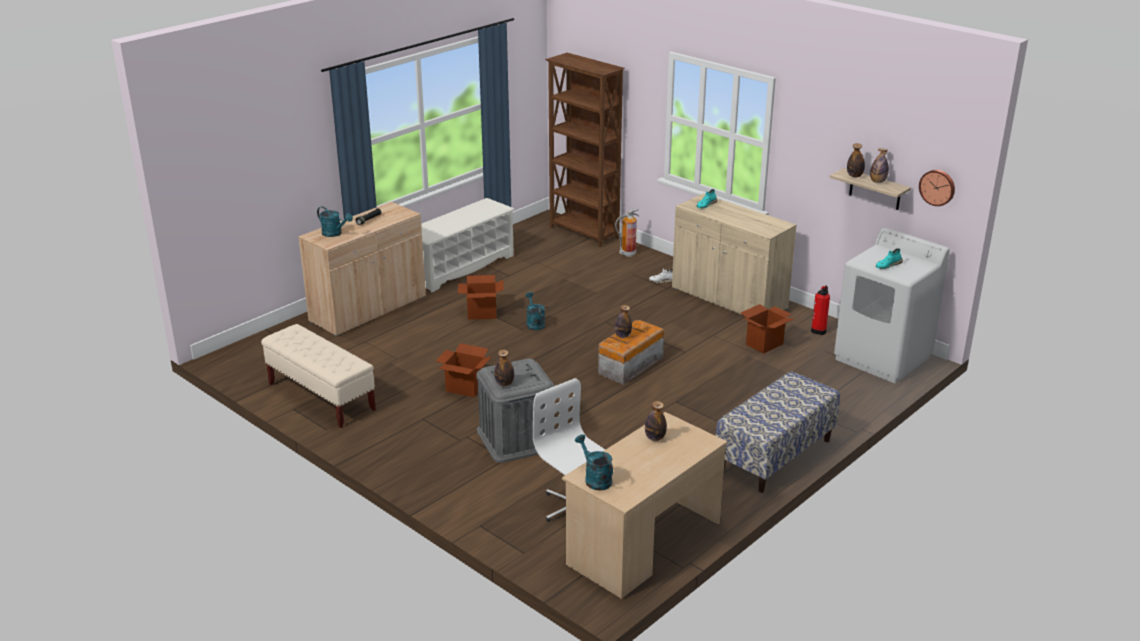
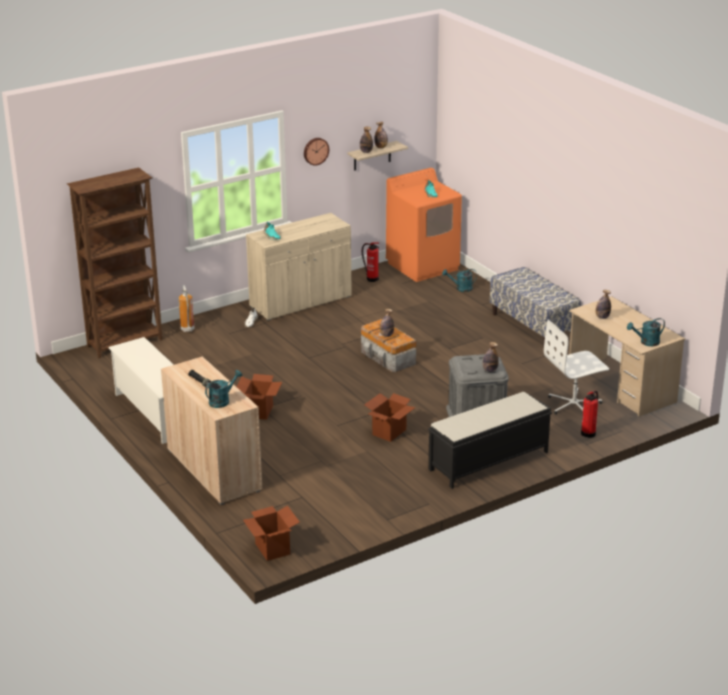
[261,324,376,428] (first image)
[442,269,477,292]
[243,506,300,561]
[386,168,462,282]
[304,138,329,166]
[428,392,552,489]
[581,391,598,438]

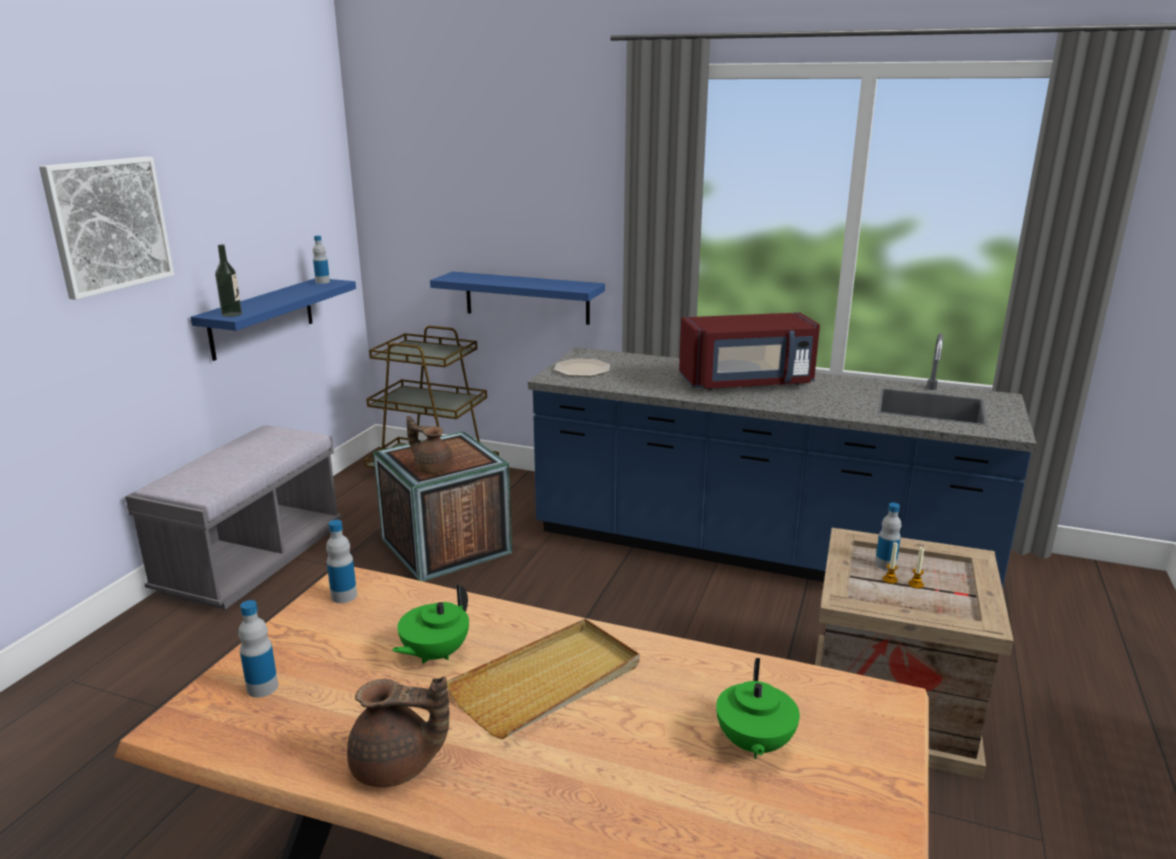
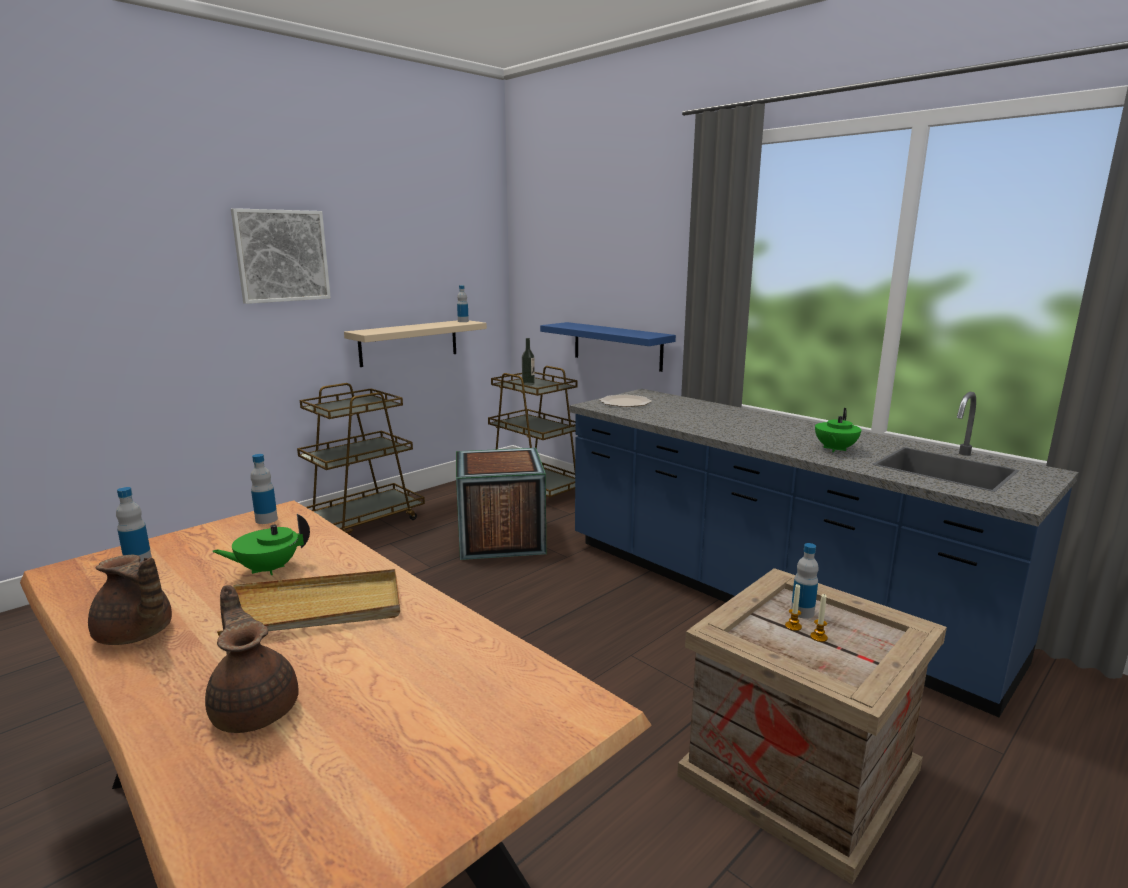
[297,383,425,536]
[344,320,487,367]
[522,338,535,385]
[205,585,299,733]
[679,312,820,390] (first image)
[815,408,861,452]

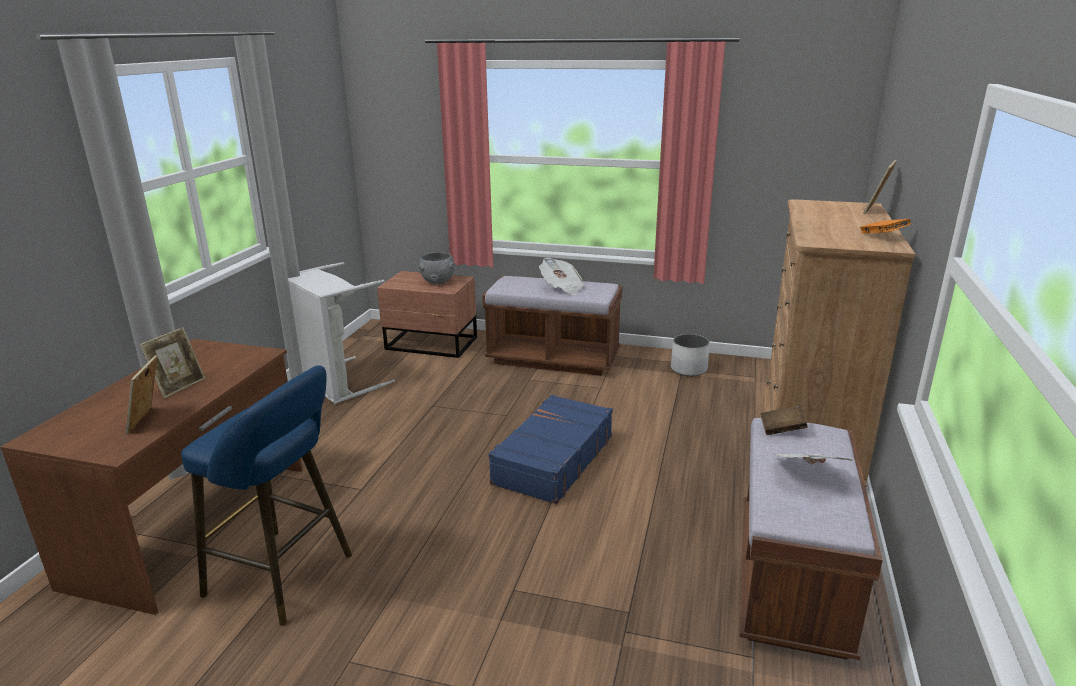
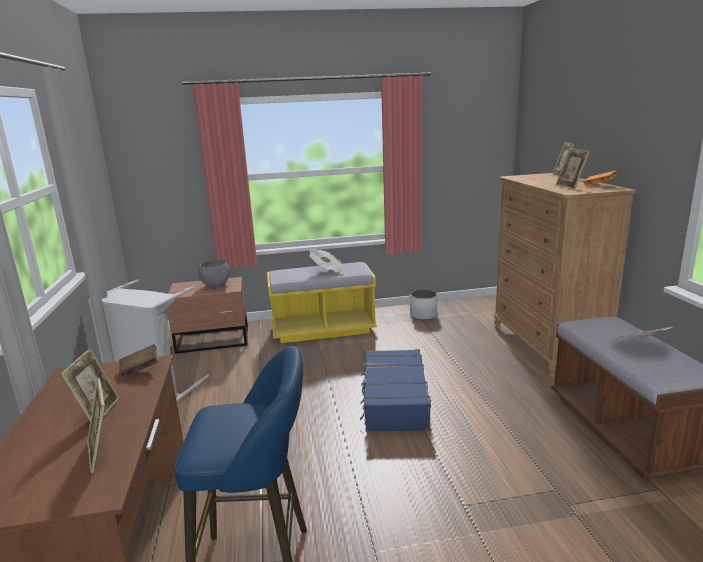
[267,262,377,343]
[119,344,158,378]
[555,148,590,190]

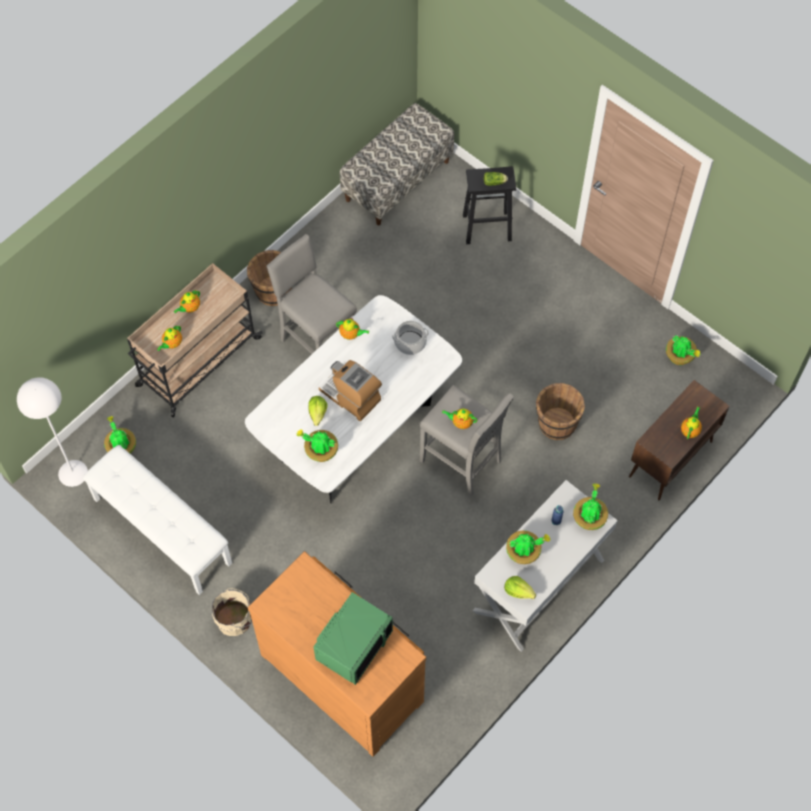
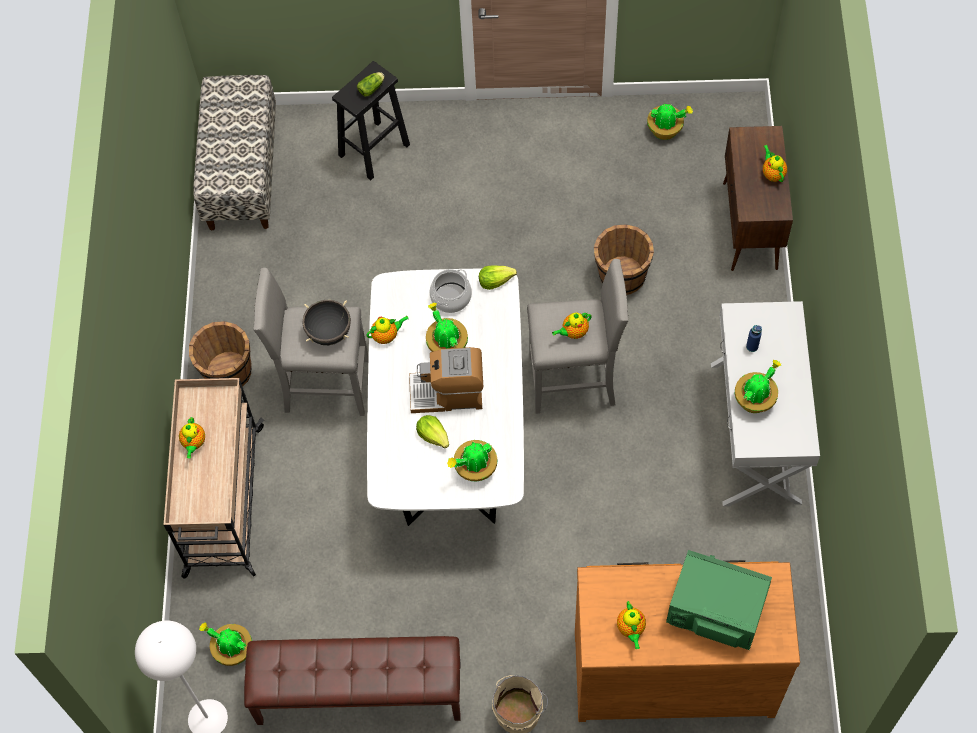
[244,636,461,725]
[617,601,646,649]
[666,550,772,650]
[479,265,517,290]
[426,303,468,352]
[302,300,351,345]

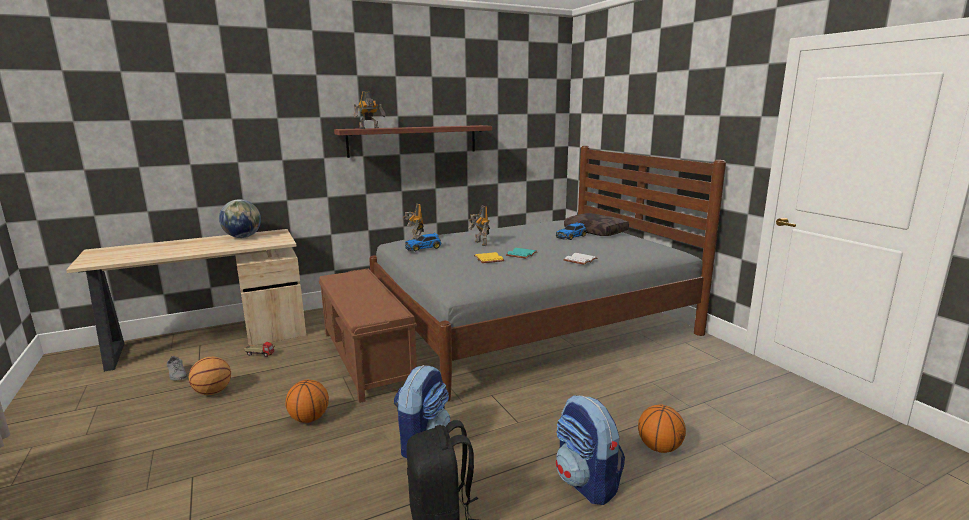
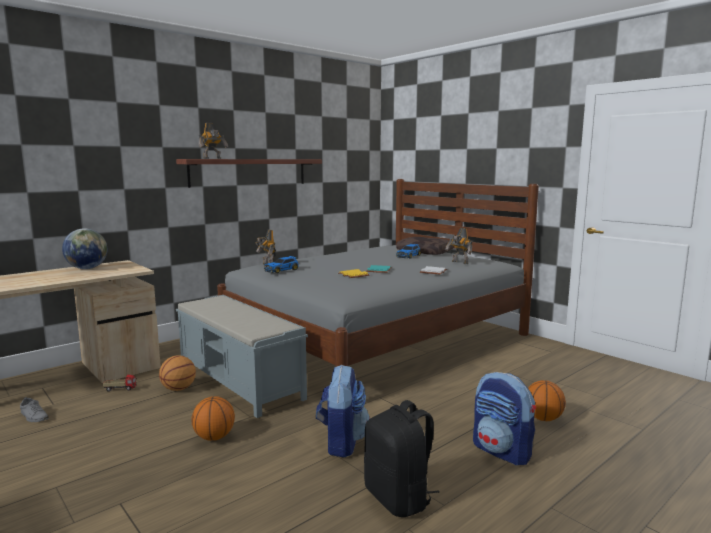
[159,355,196,391]
[176,295,308,418]
[445,228,472,264]

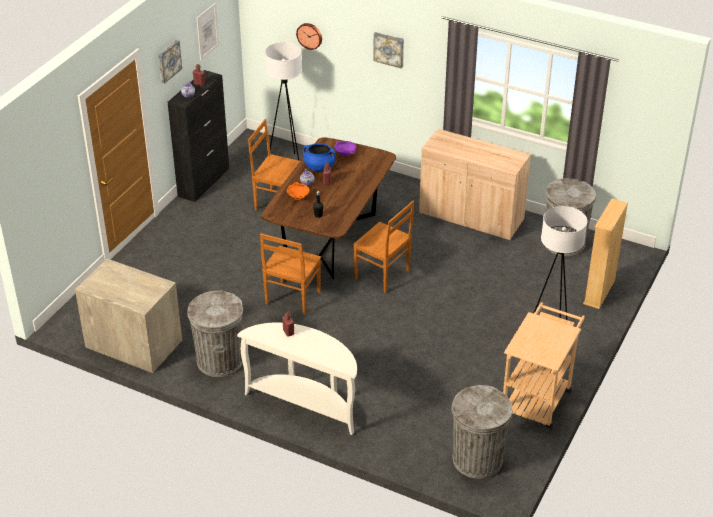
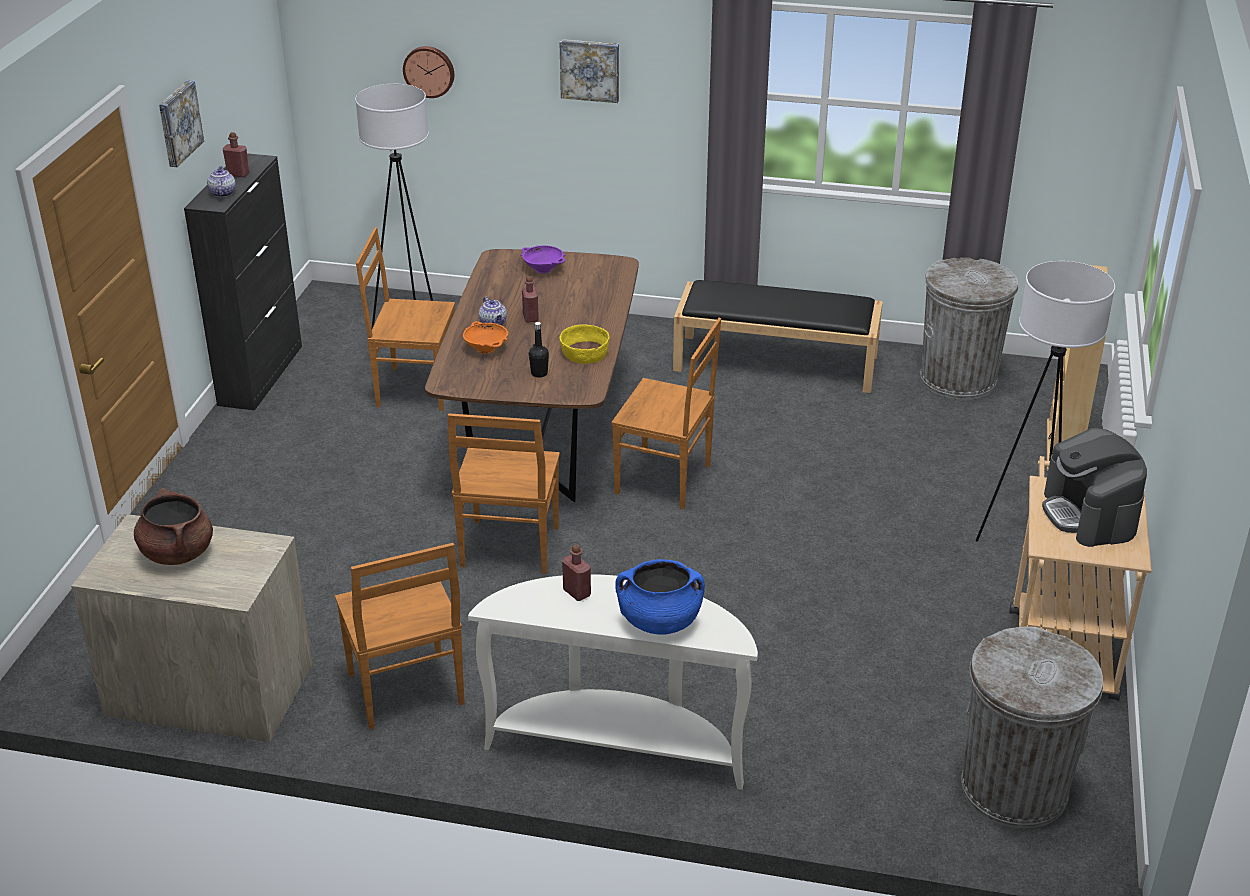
[335,543,465,729]
[196,3,219,60] (first image)
[615,559,705,635]
[673,280,883,393]
[134,488,213,565]
[559,324,610,364]
[1042,428,1147,547]

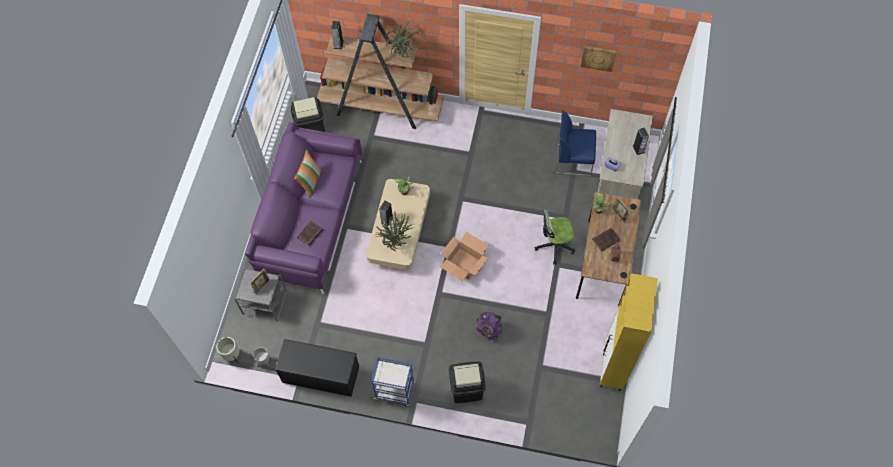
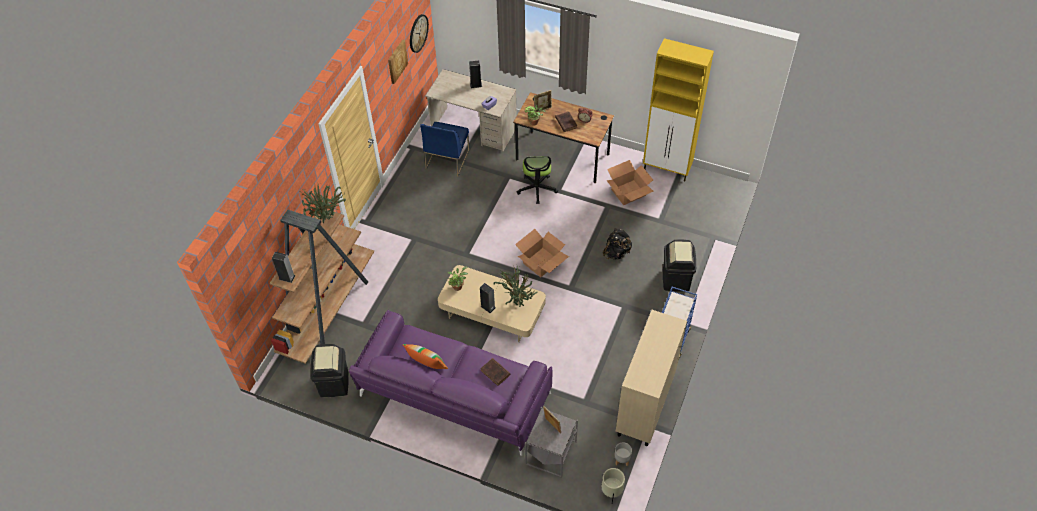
[616,310,687,446]
[603,228,632,260]
[410,14,429,53]
[606,160,654,205]

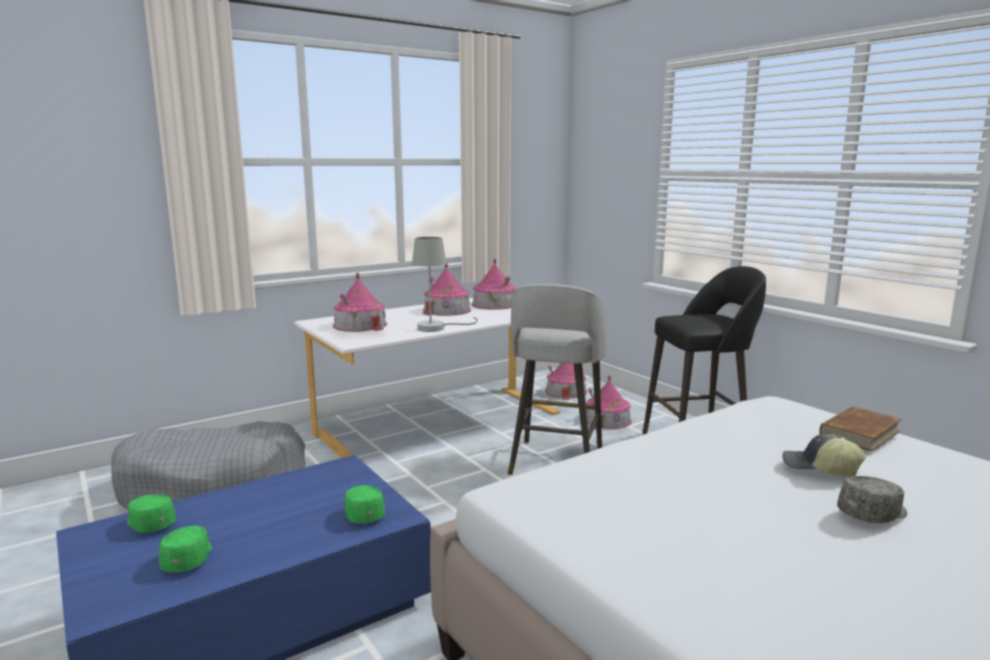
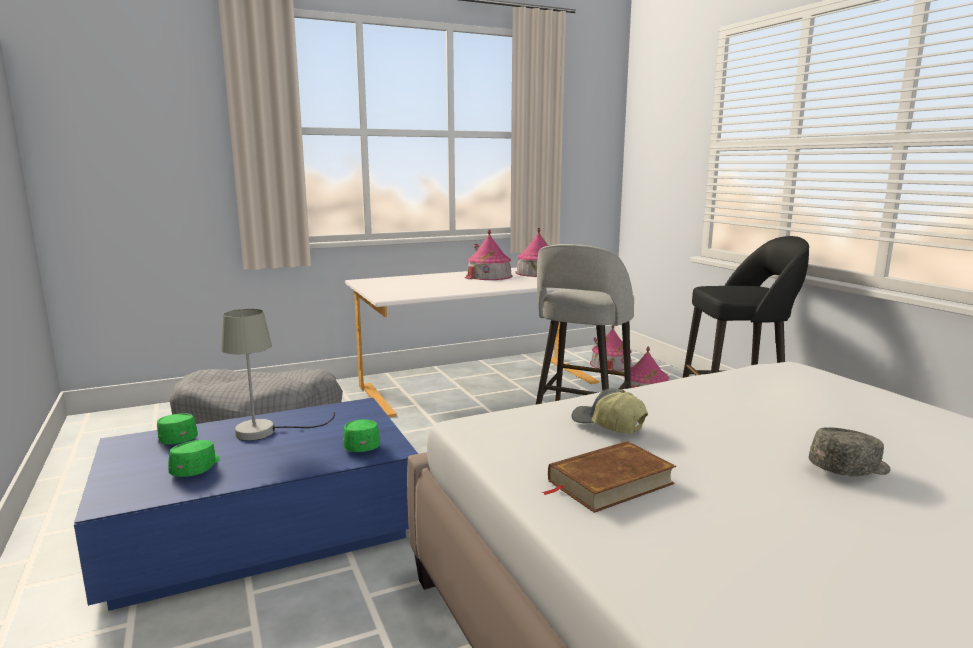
[333,273,387,332] (first image)
[221,309,335,441]
[572,389,648,434]
[542,441,676,513]

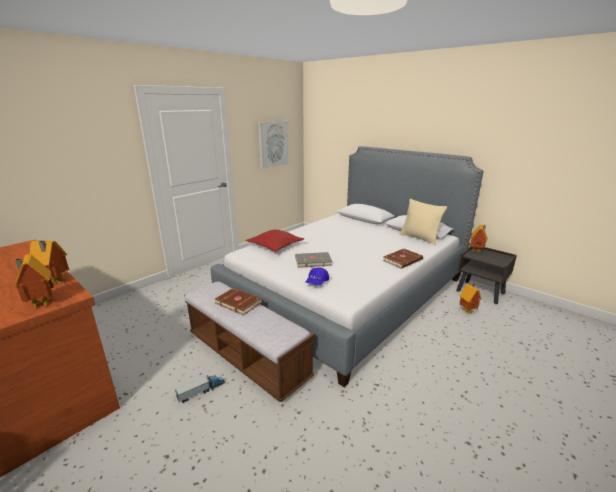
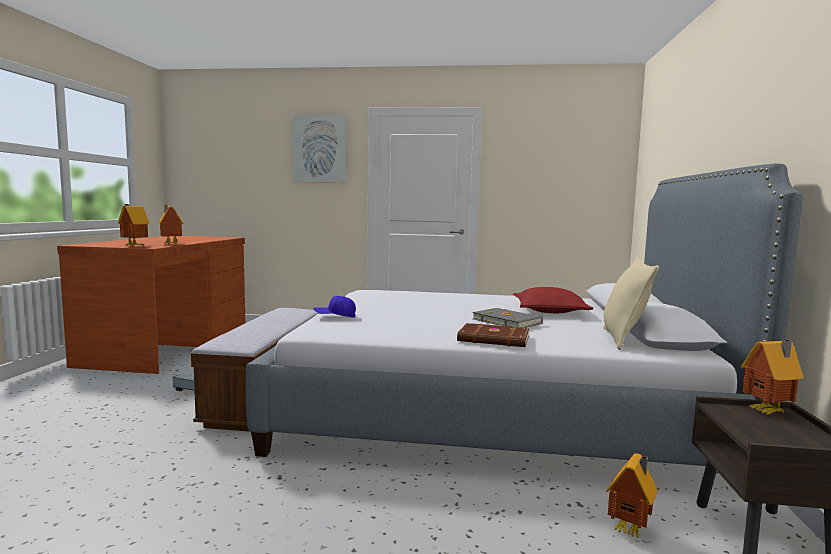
[215,288,262,315] (first image)
[513,287,593,313]
[293,116,346,183]
[472,308,543,328]

